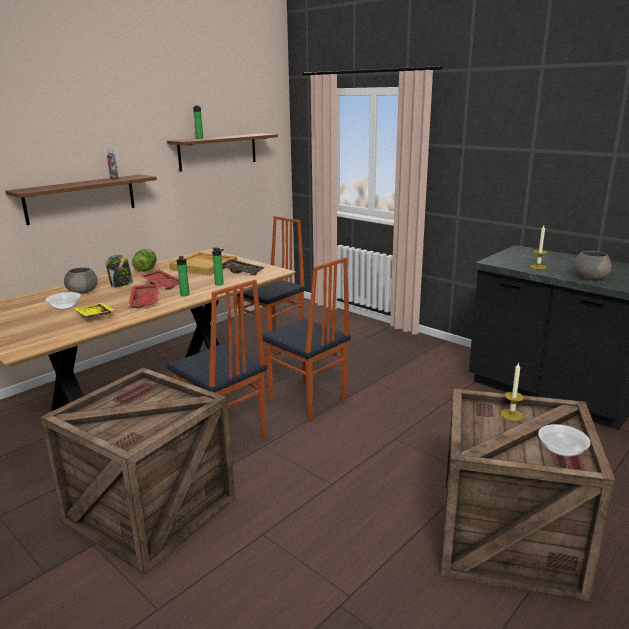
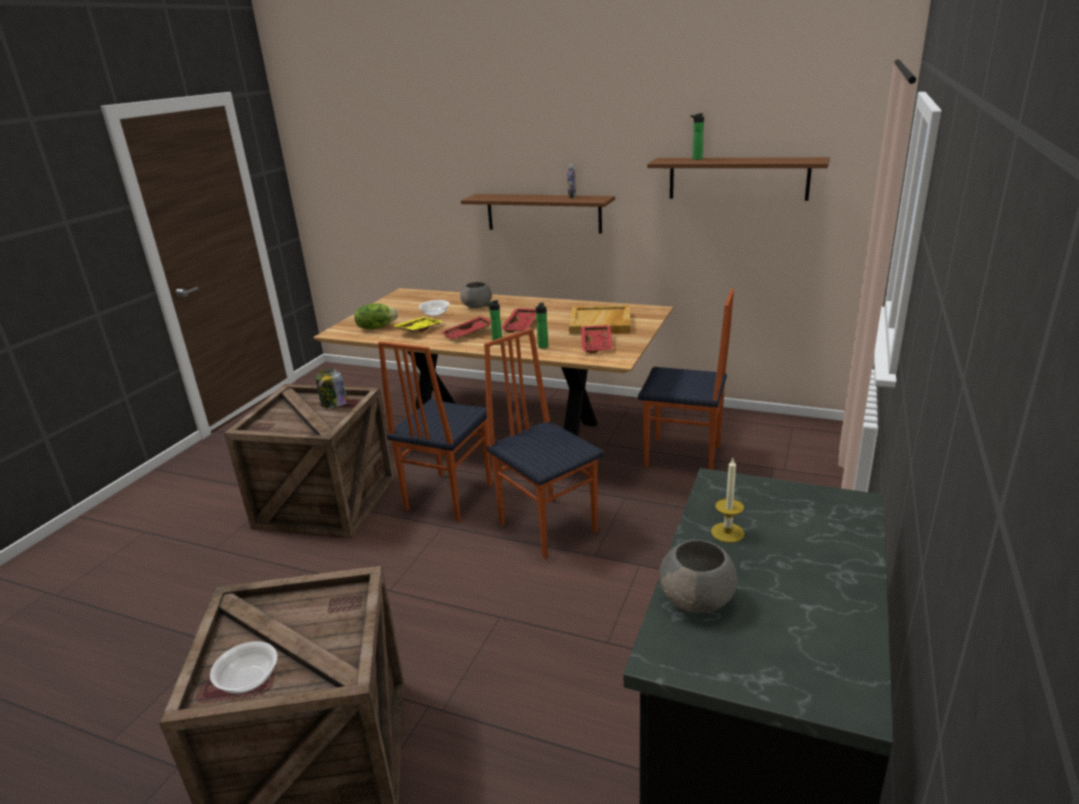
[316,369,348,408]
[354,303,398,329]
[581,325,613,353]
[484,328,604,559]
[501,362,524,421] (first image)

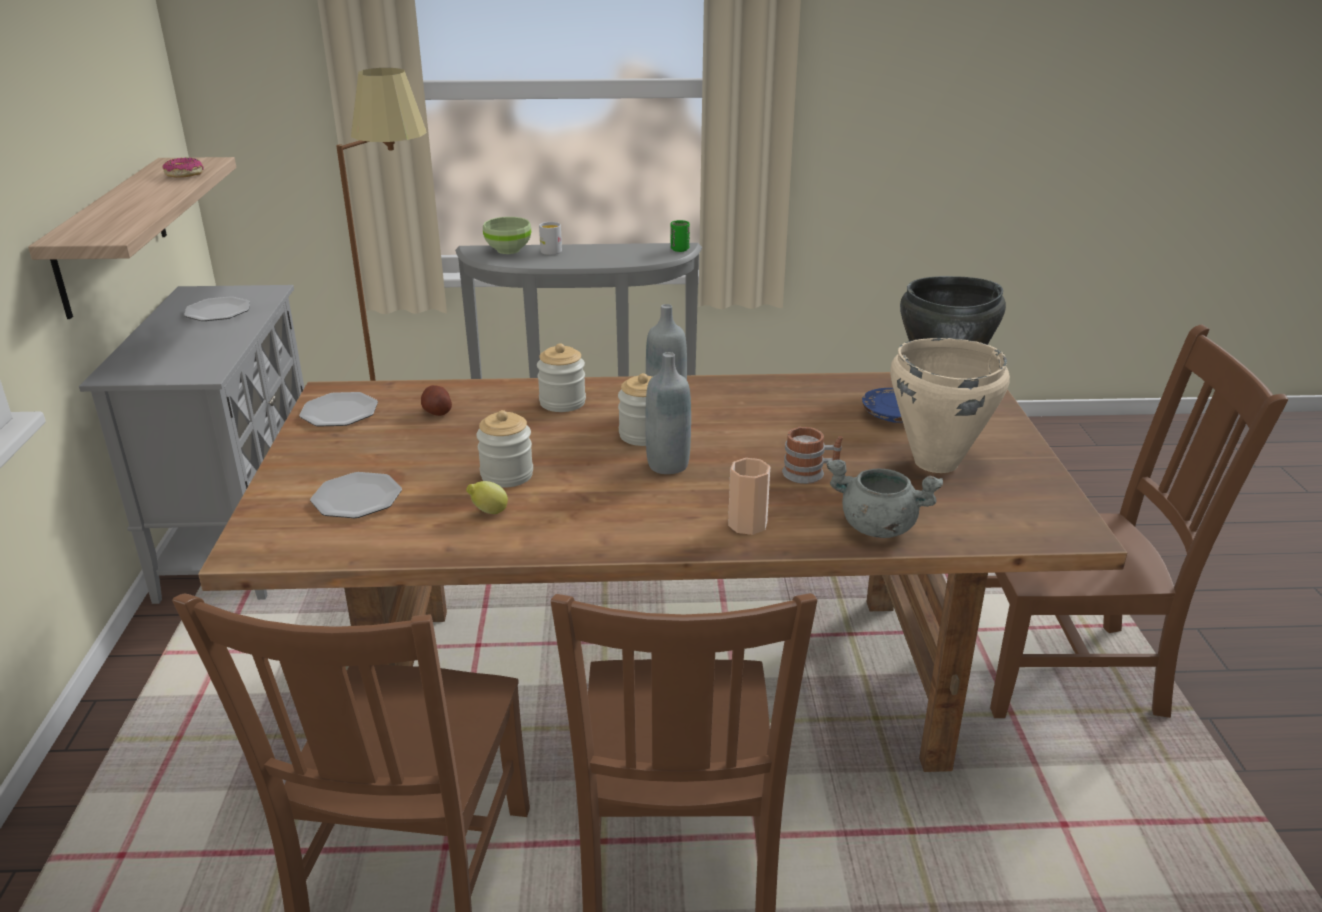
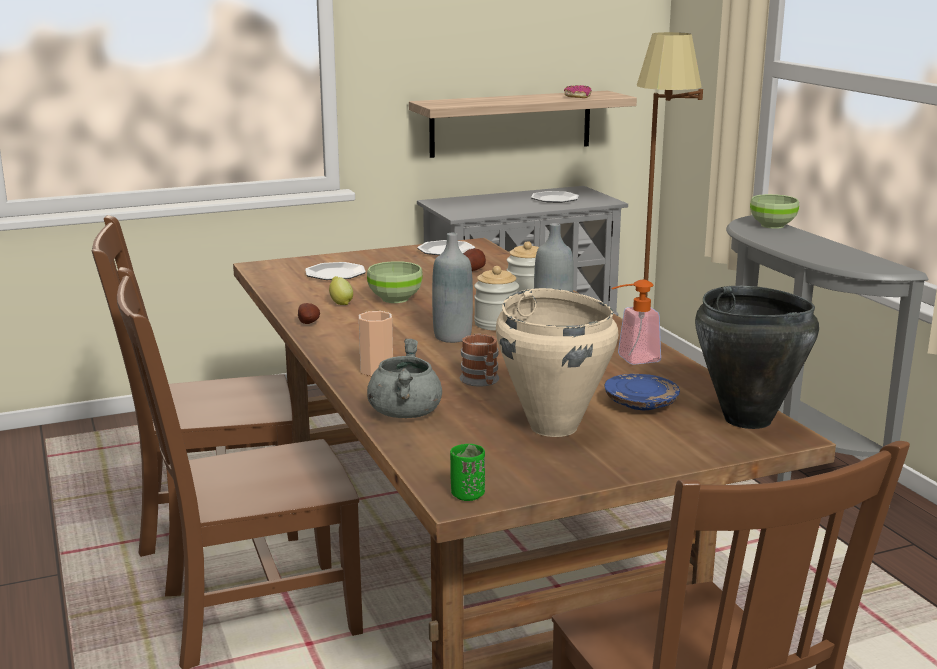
[367,261,423,303]
[539,222,562,255] (first image)
[450,444,485,501]
[298,303,320,324]
[611,280,661,365]

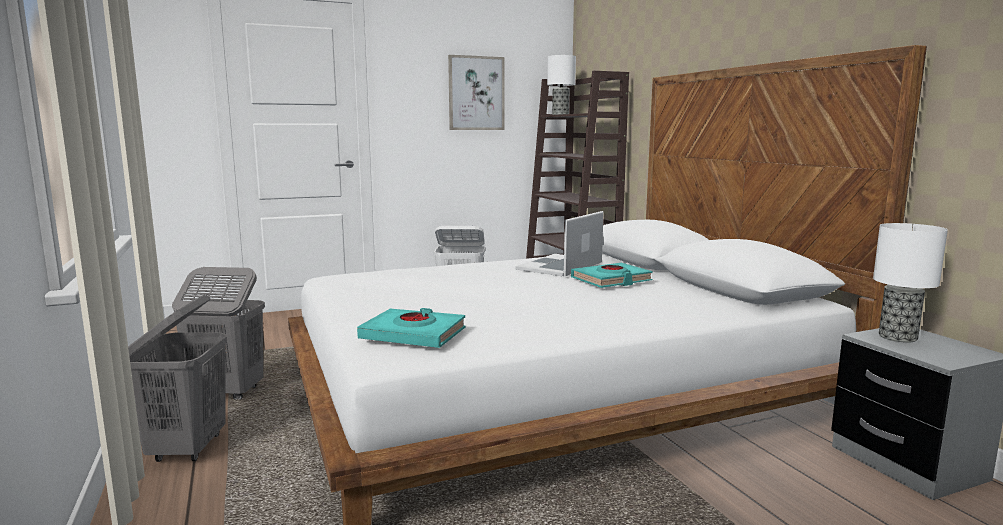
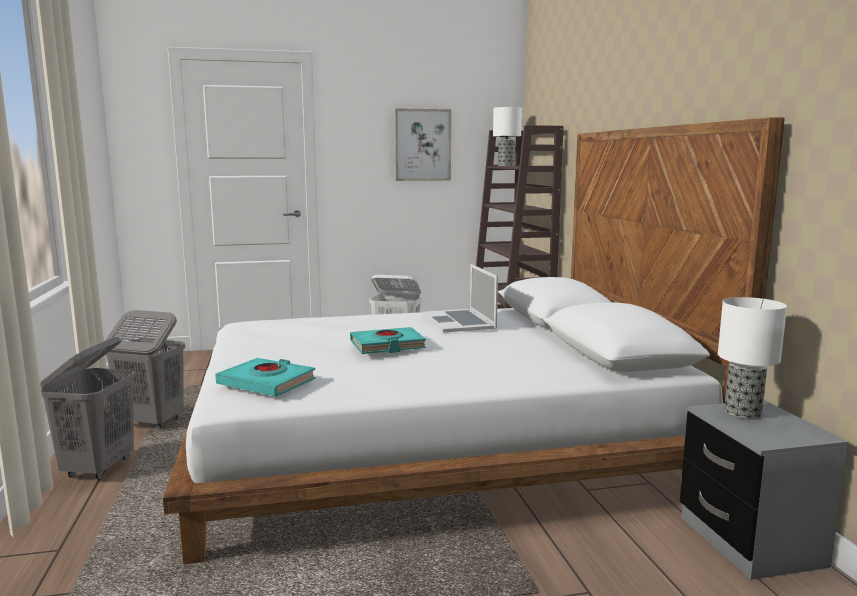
[422,264,498,333]
[350,327,426,354]

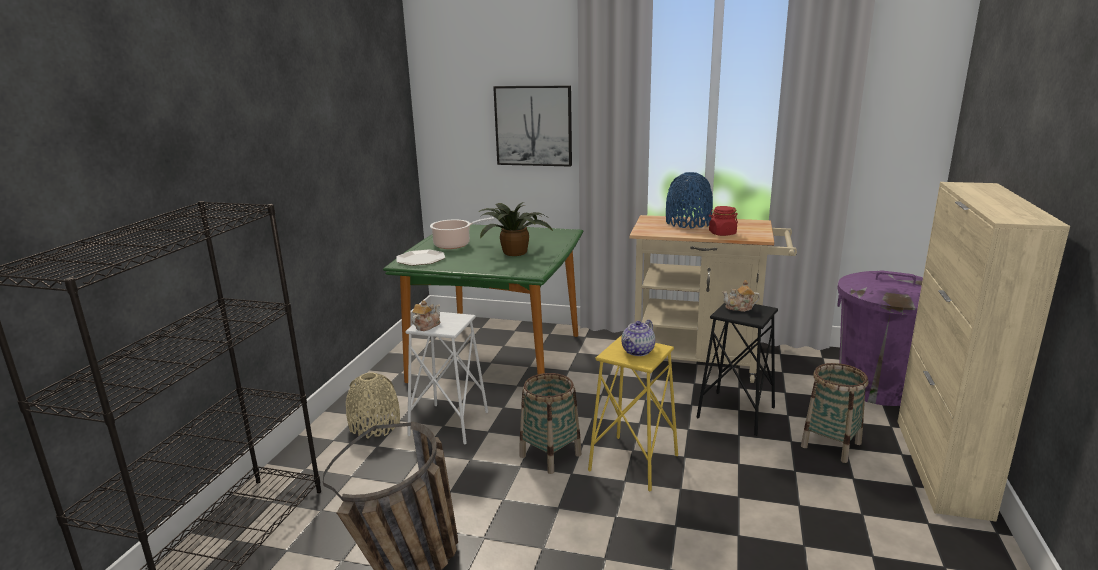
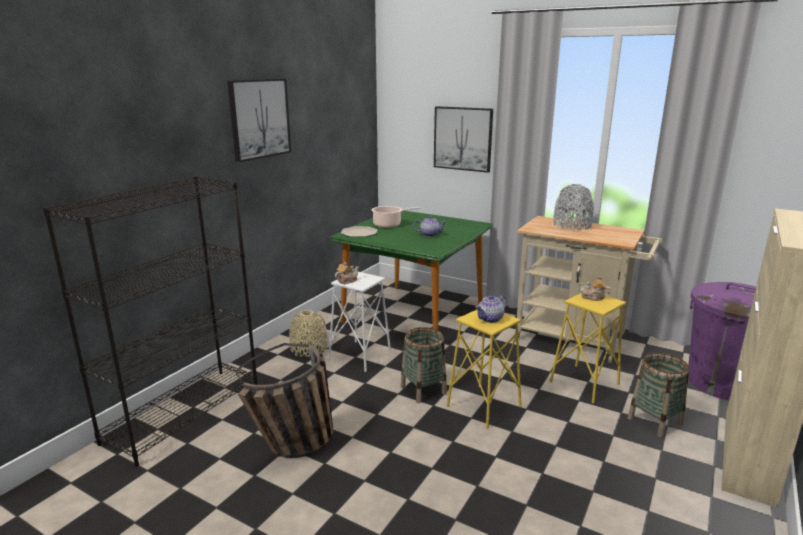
[414,216,447,237]
[553,184,594,230]
[549,293,626,404]
[709,206,738,236] (first image)
[227,79,291,162]

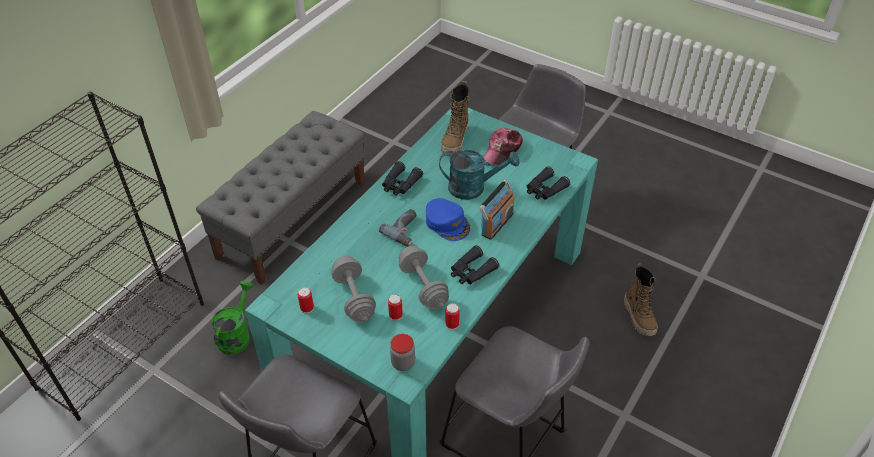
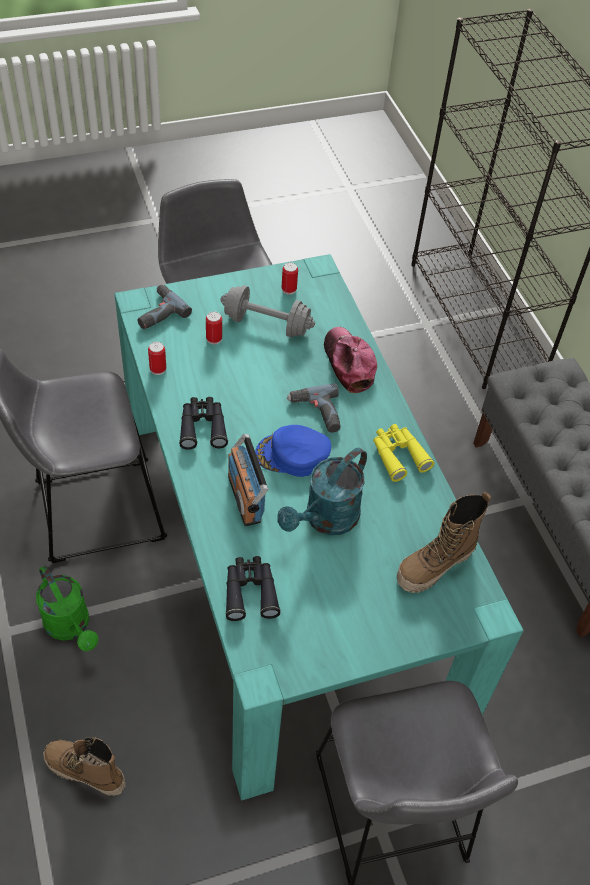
[36,565,98,651]
[373,424,434,482]
[138,284,192,329]
[399,246,449,310] (first image)
[397,492,491,593]
[324,327,377,393]

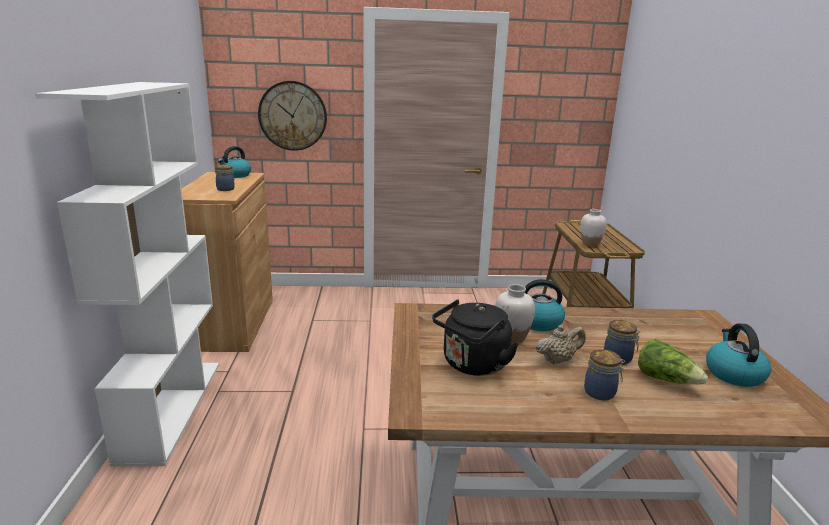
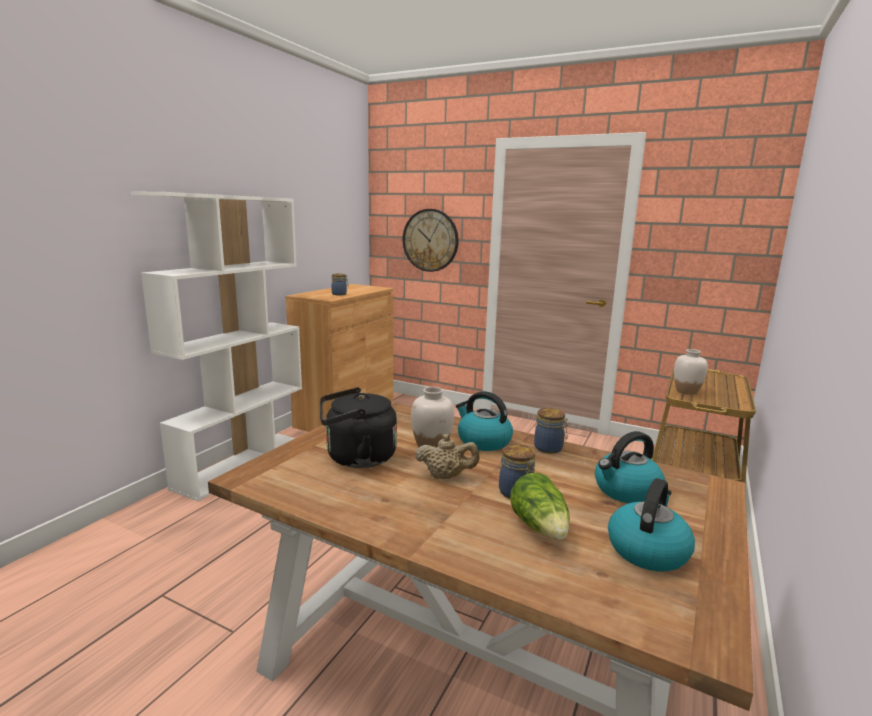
[595,431,665,503]
[534,408,568,454]

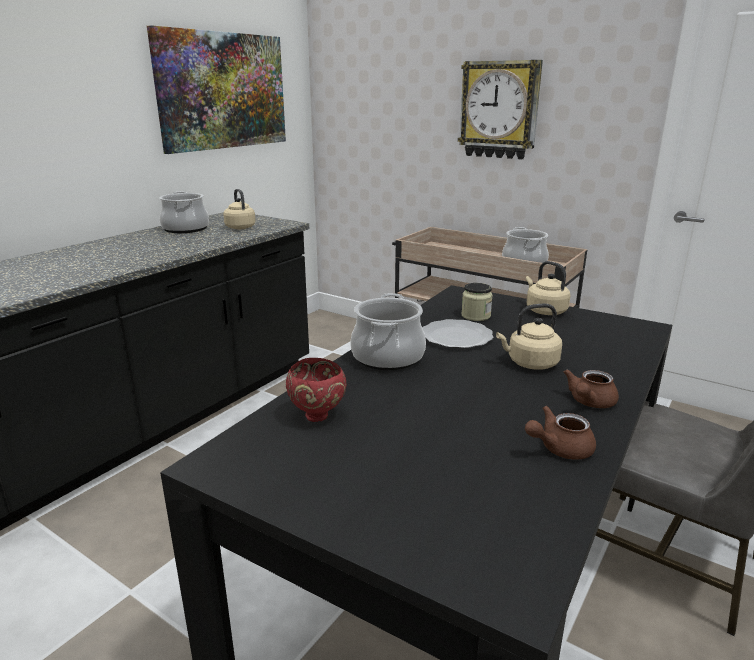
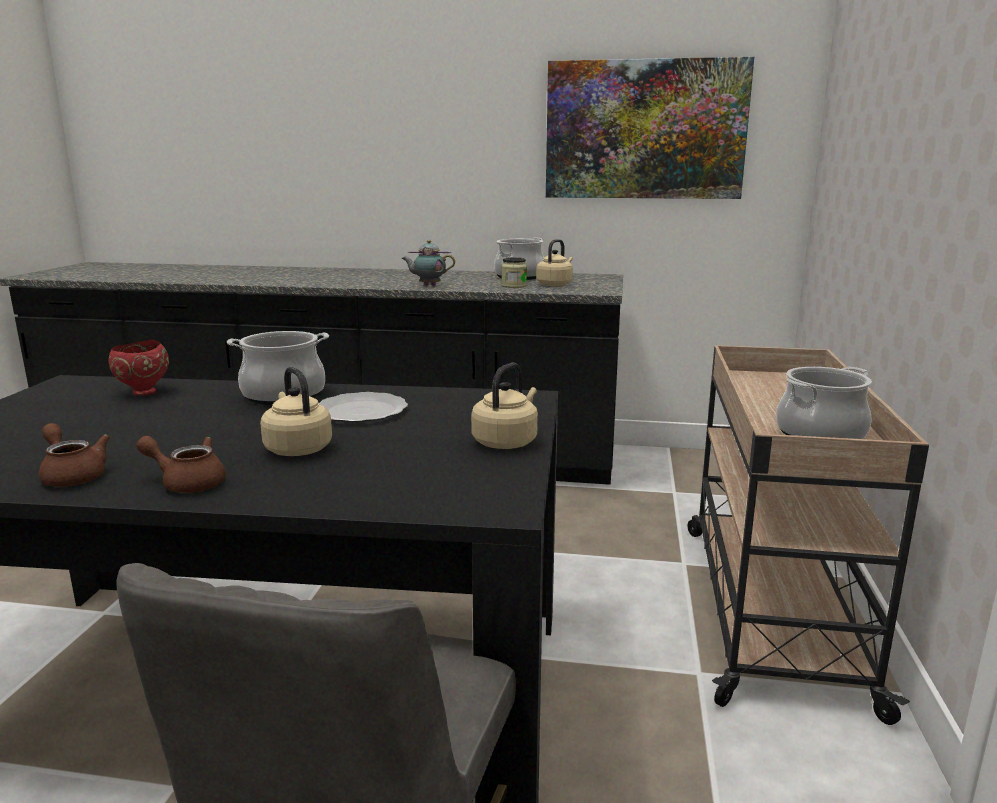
[458,60,543,160] (first image)
[501,257,527,288]
[401,240,455,286]

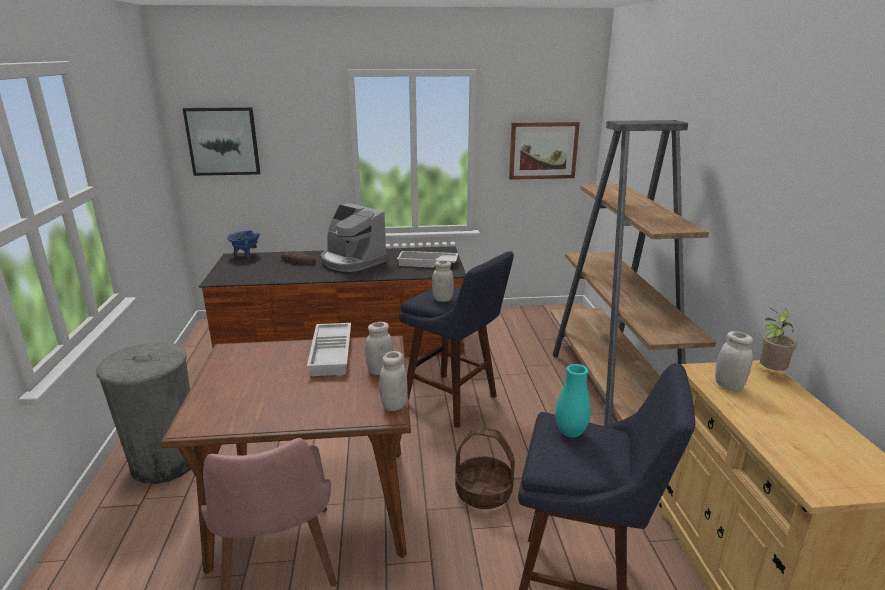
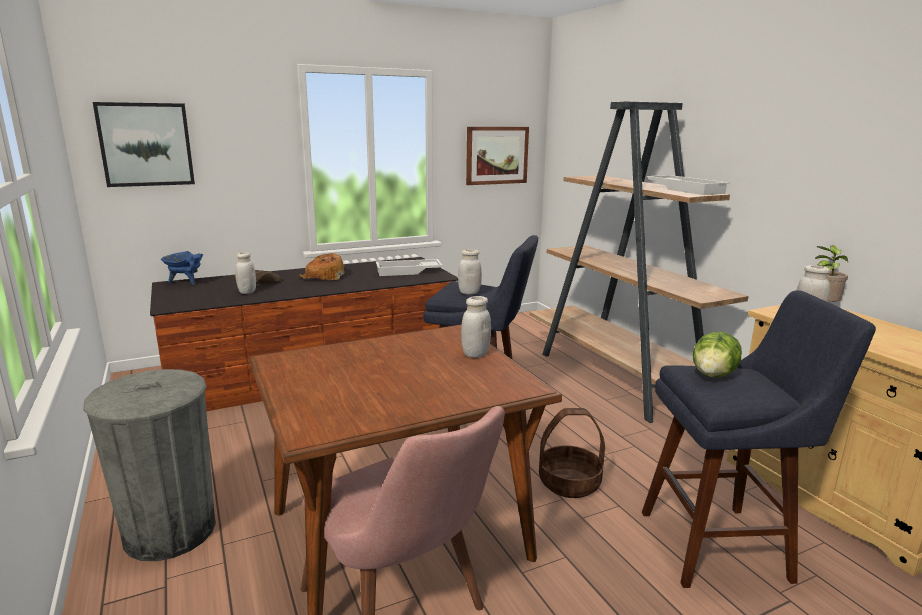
[647,175,730,195]
[299,253,344,281]
[235,252,256,294]
[692,332,742,378]

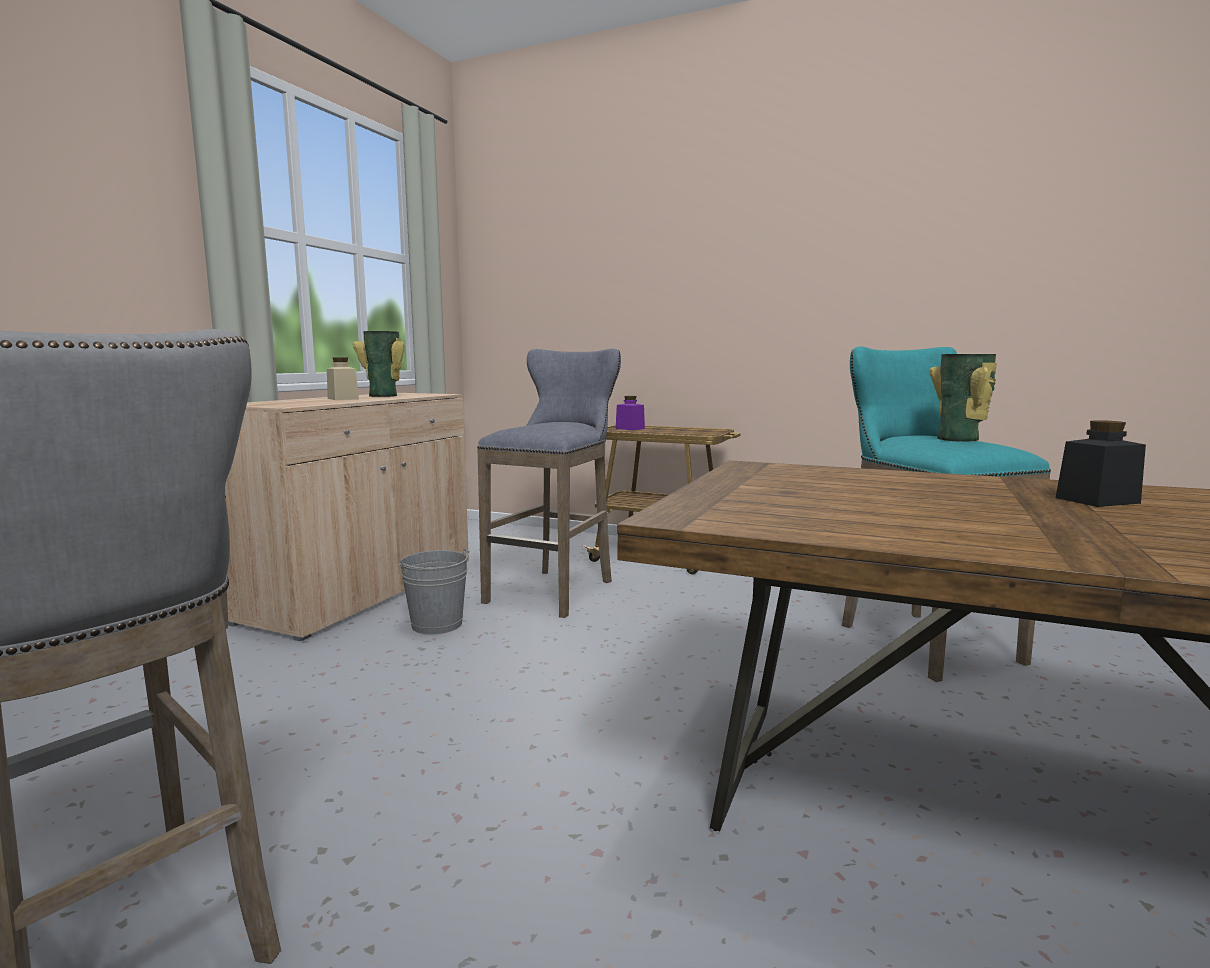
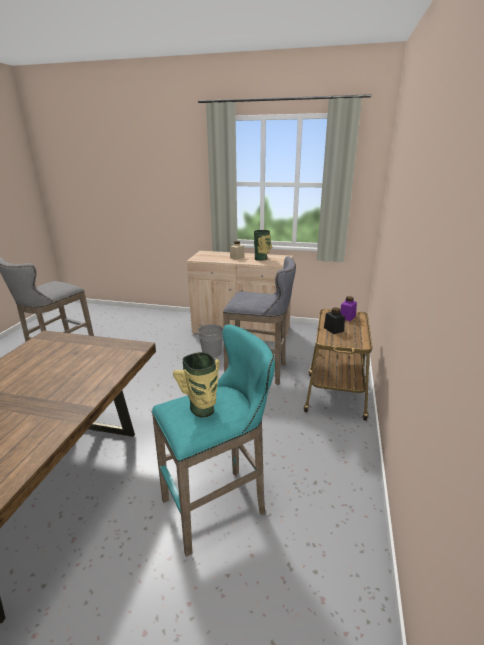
[324,308,345,334]

